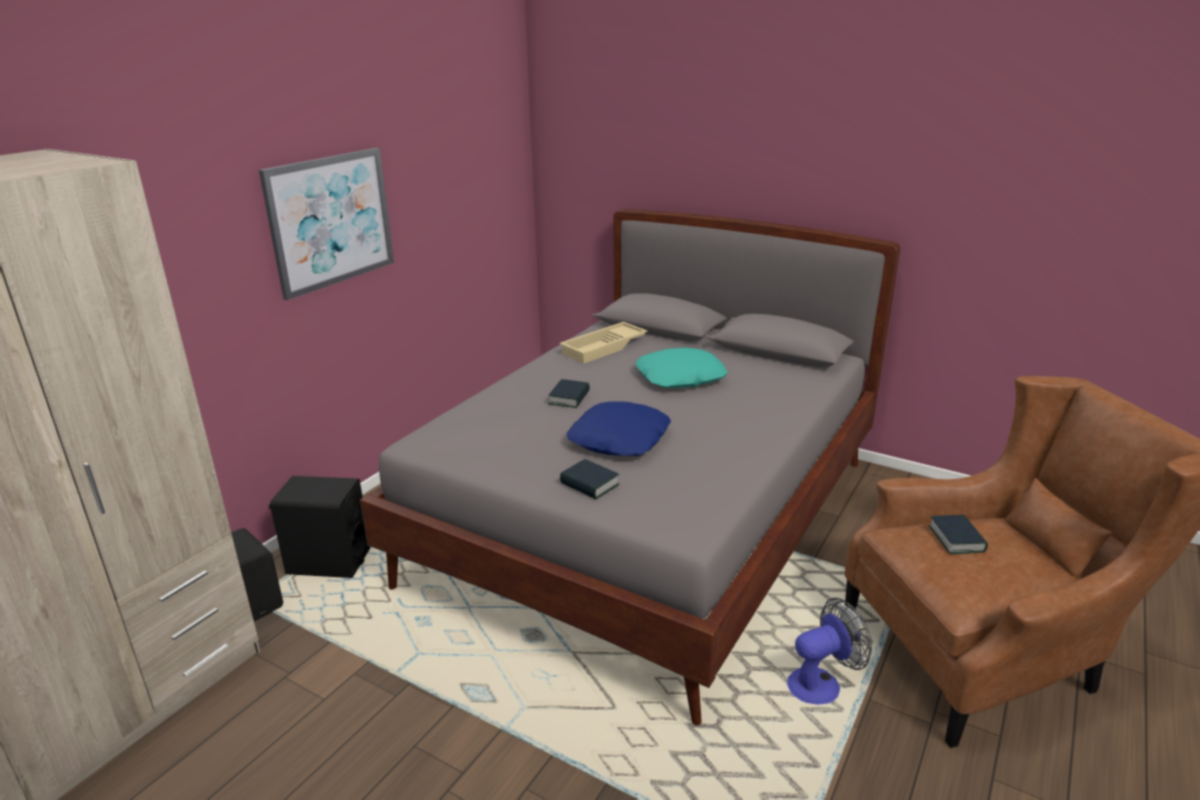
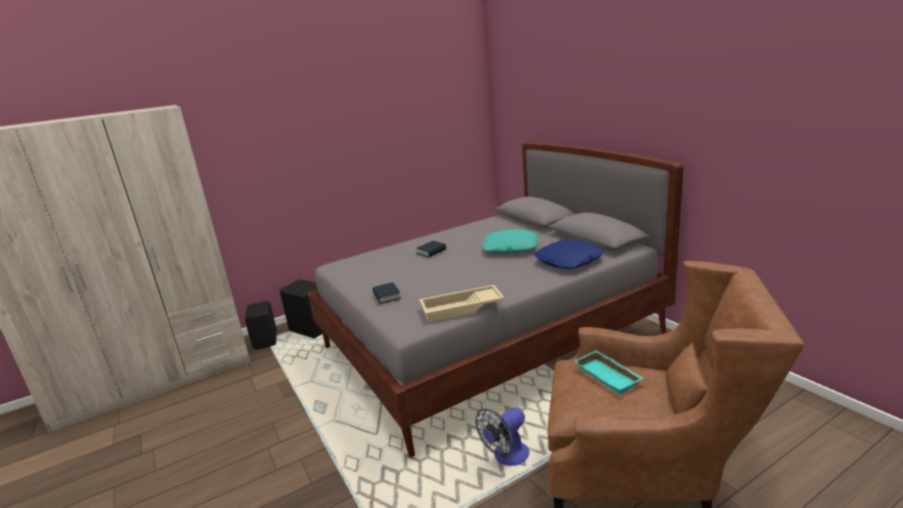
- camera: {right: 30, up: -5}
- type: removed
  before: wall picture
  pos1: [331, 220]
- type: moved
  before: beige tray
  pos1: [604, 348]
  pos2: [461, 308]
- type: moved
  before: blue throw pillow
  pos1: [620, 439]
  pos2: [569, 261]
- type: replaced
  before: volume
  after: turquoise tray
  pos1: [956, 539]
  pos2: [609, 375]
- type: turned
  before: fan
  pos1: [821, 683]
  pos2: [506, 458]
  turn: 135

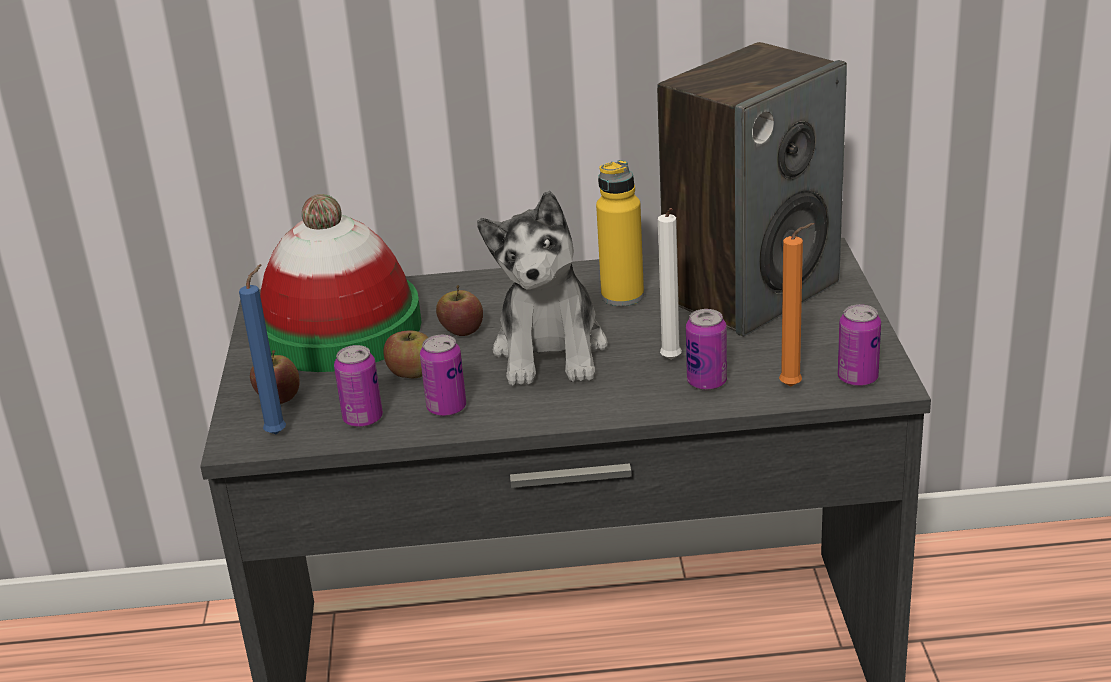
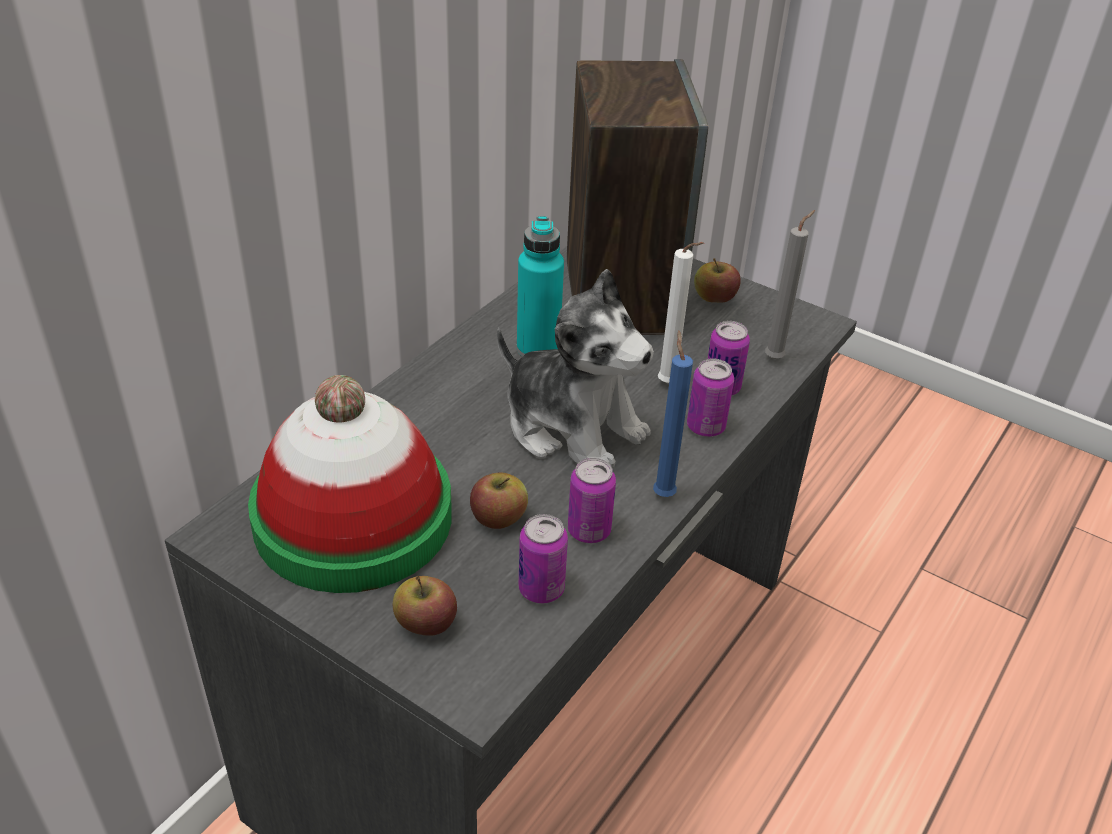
- camera: {right: -55, up: 10}
- type: moved
  before: blue wax candle
  pos1: [279, 432]
  pos2: [663, 493]
- type: moved
  before: apple
  pos1: [461, 330]
  pos2: [714, 298]
- type: moved
  before: can
  pos1: [857, 378]
  pos2: [705, 427]
- type: recoloured
  before: yellow bottle
  after: turquoise bottle
  pos1: [622, 296]
  pos2: [538, 348]
- type: recoloured
  before: orange-coloured wax candle
  after: gray wax candle
  pos1: [794, 386]
  pos2: [776, 358]

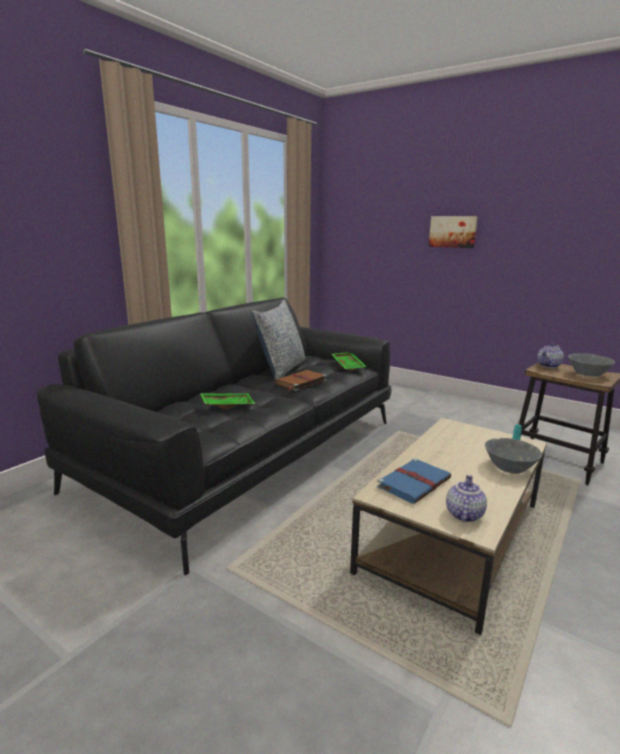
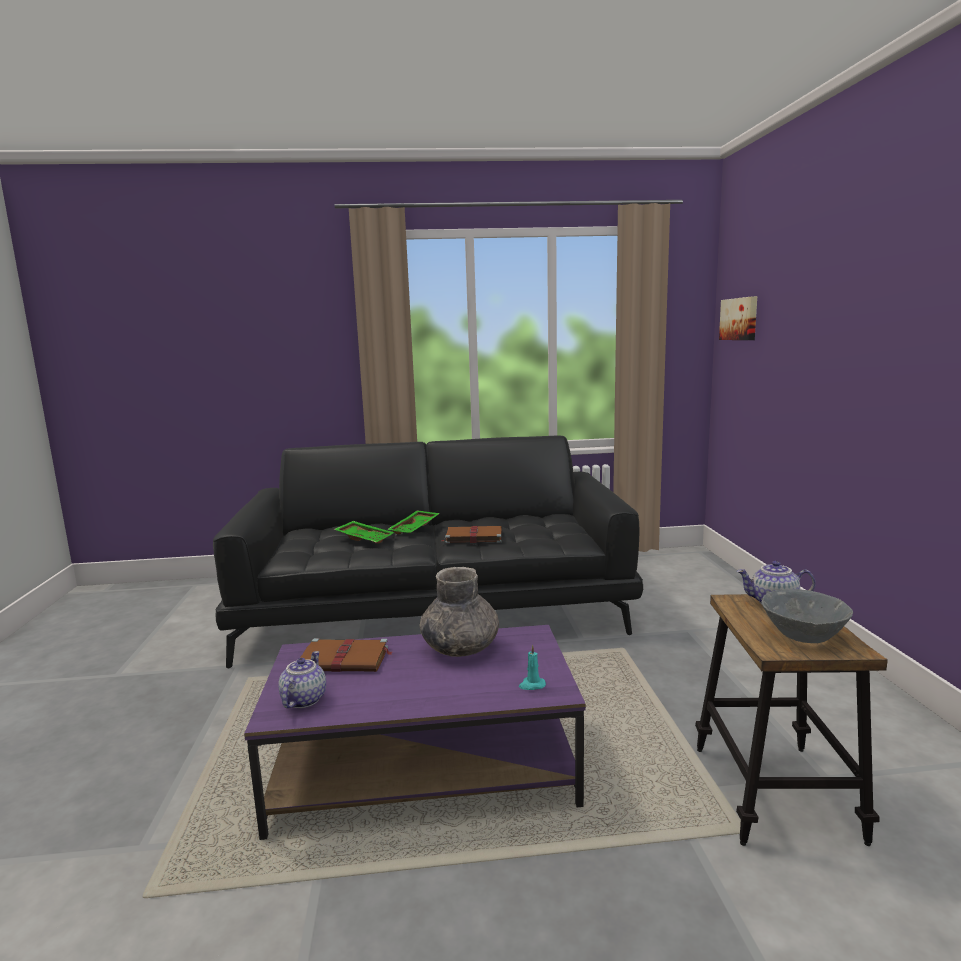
- camera: {right: 50, up: -5}
- type: removed
  before: throw pillow
  pos1: [281, 369]
- type: removed
  before: gray deep dish
  pos1: [510, 467]
- type: added
  after: gray flower vase
  pos2: [460, 647]
- type: moved
  before: green tray
  pos1: [349, 365]
  pos2: [415, 528]
- type: moved
  before: wall picture
  pos1: [453, 232]
  pos2: [740, 319]
- type: recoloured
  before: beige low table
  after: purple-coloured low table
  pos1: [452, 536]
  pos2: [426, 766]
- type: recoloured
  before: blue volume
  after: brown-coloured volume
  pos1: [414, 482]
  pos2: [345, 659]
- type: turned
  before: pot for tea
  pos1: [463, 514]
  pos2: [303, 699]
  turn: -60

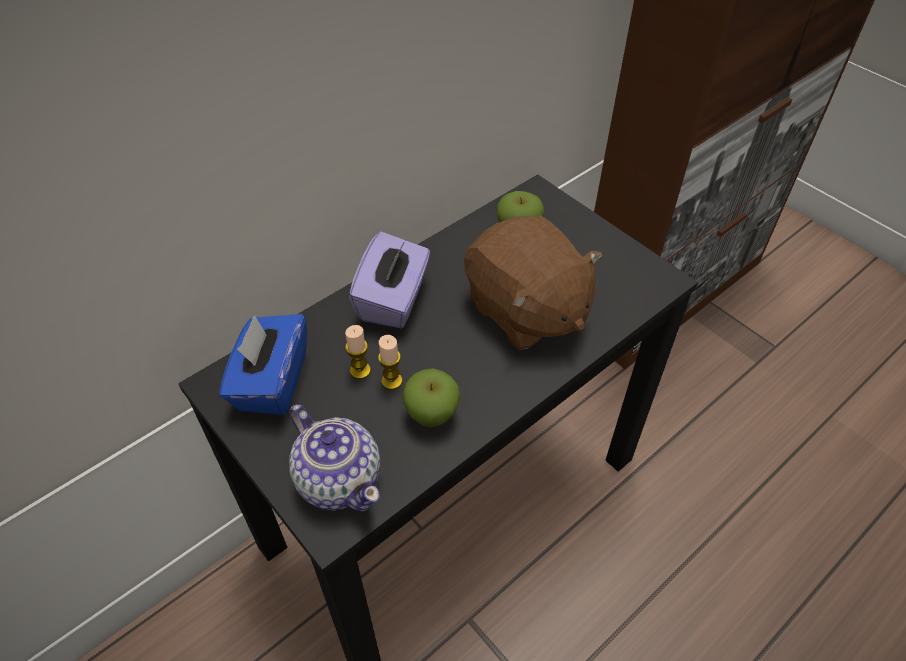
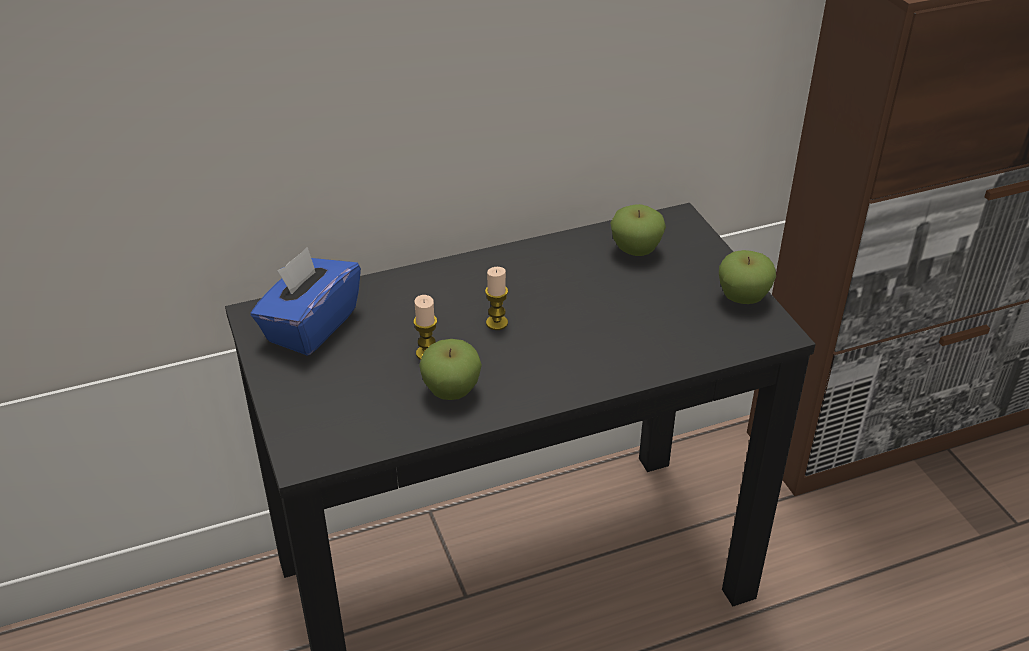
- camera: {right: 20, up: -10}
- type: removed
  before: pot for tea
  pos1: [339, 478]
- type: removed
  before: purple-coloured box of tissues
  pos1: [394, 300]
- type: removed
  before: brown-coloured cuddly toy
  pos1: [525, 311]
- type: added
  after: apple
  pos2: [742, 298]
- type: moved
  before: wax candle
  pos1: [360, 370]
  pos2: [497, 323]

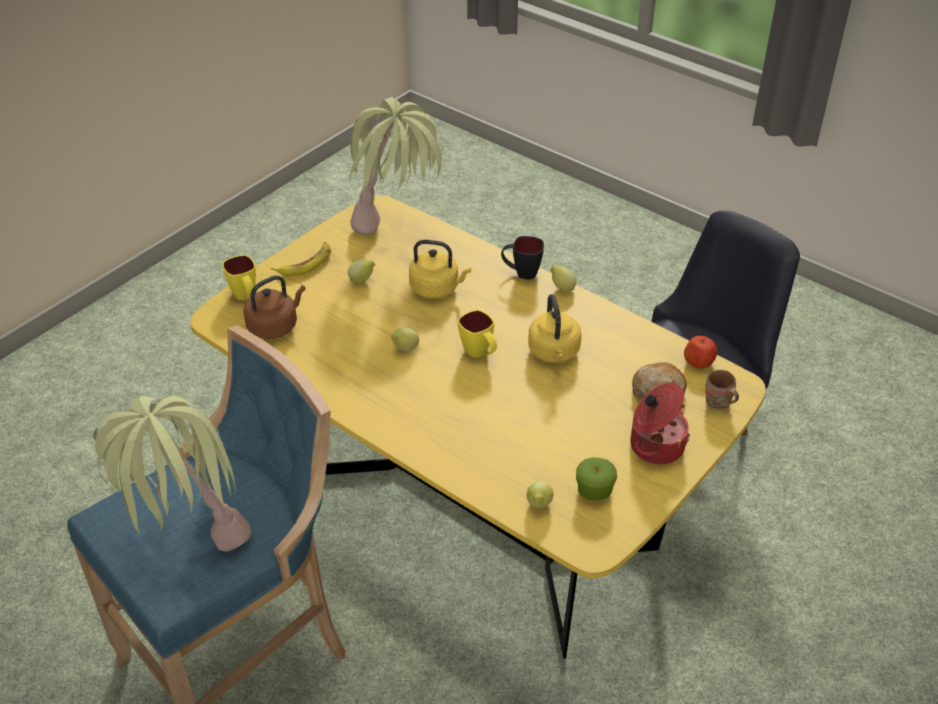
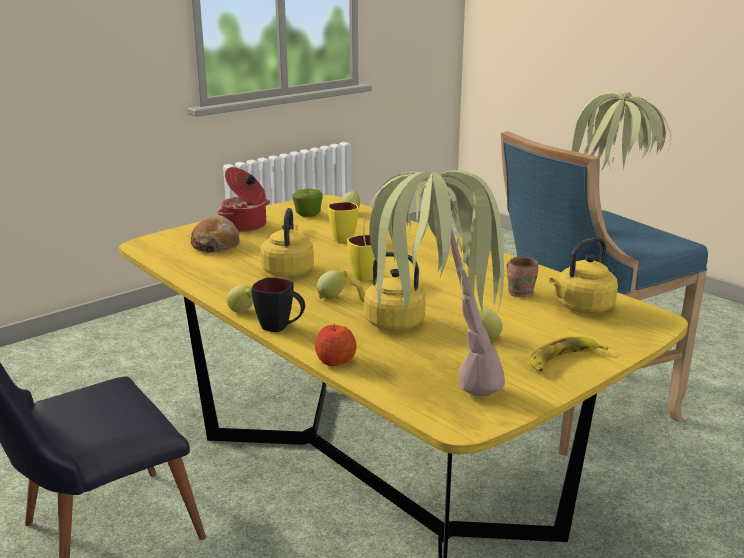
- camera: {right: -170, up: -20}
- type: moved
  before: yellow tea mug
  pos1: [245, 297]
  pos2: [341, 238]
- type: moved
  before: whole lemon
  pos1: [405, 349]
  pos2: [332, 297]
- type: moved
  before: apple
  pos1: [699, 362]
  pos2: [335, 360]
- type: moved
  before: brown-coloured tea mug
  pos1: [717, 404]
  pos2: [520, 292]
- type: recoloured
  before: brown-coloured tea kettle
  after: yellow tea kettle
  pos1: [275, 326]
  pos2: [581, 308]

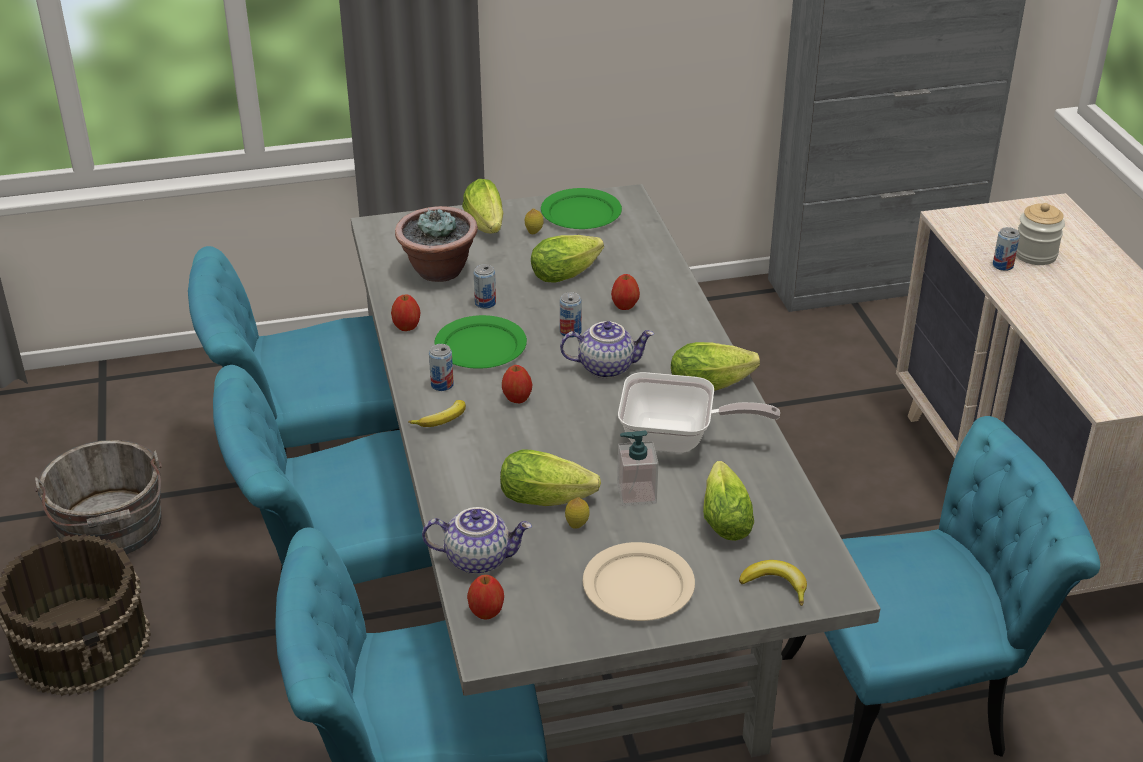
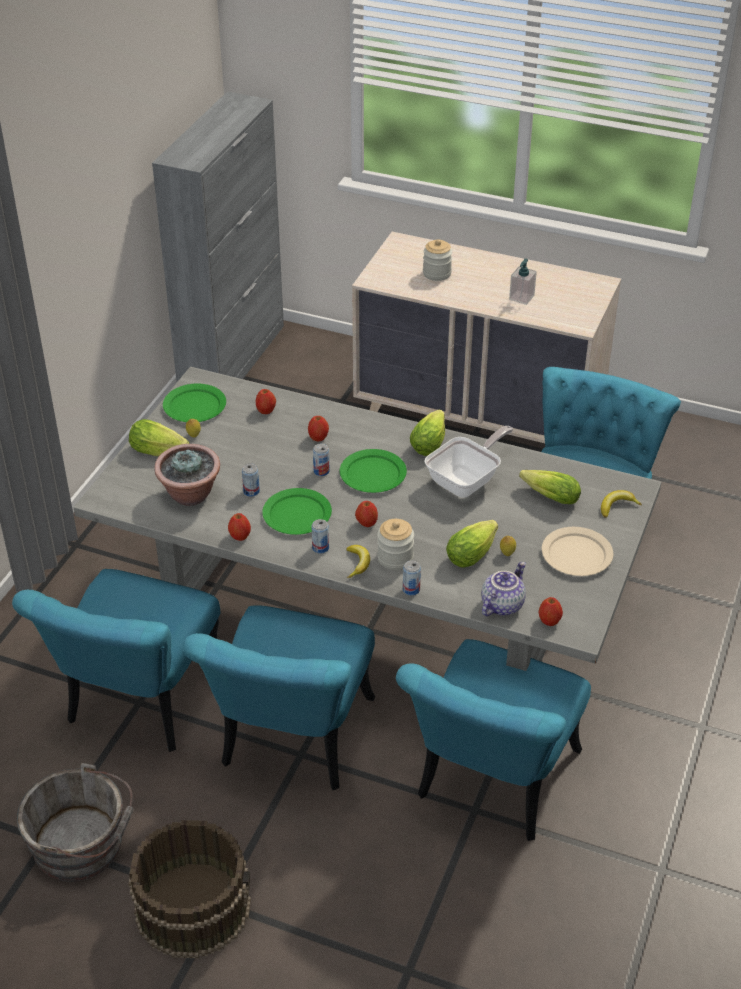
- camera: {right: -55, up: 5}
- type: removed
  before: lettuce
  pos1: [569, 272]
- type: added
  after: apple
  pos2: [266, 411]
- type: added
  after: storage jar
  pos2: [395, 558]
- type: moved
  before: soap bottle
  pos1: [636, 493]
  pos2: [521, 297]
- type: moved
  before: can
  pos1: [1002, 265]
  pos2: [411, 589]
- type: replaced
  before: pot for tea
  after: green plate
  pos1: [606, 367]
  pos2: [372, 474]

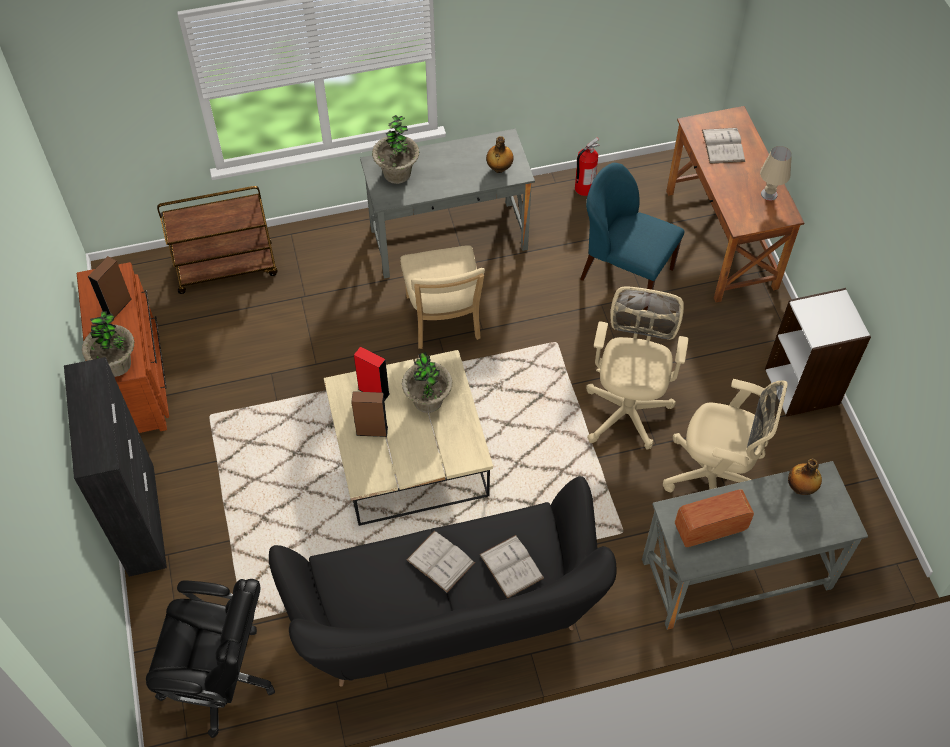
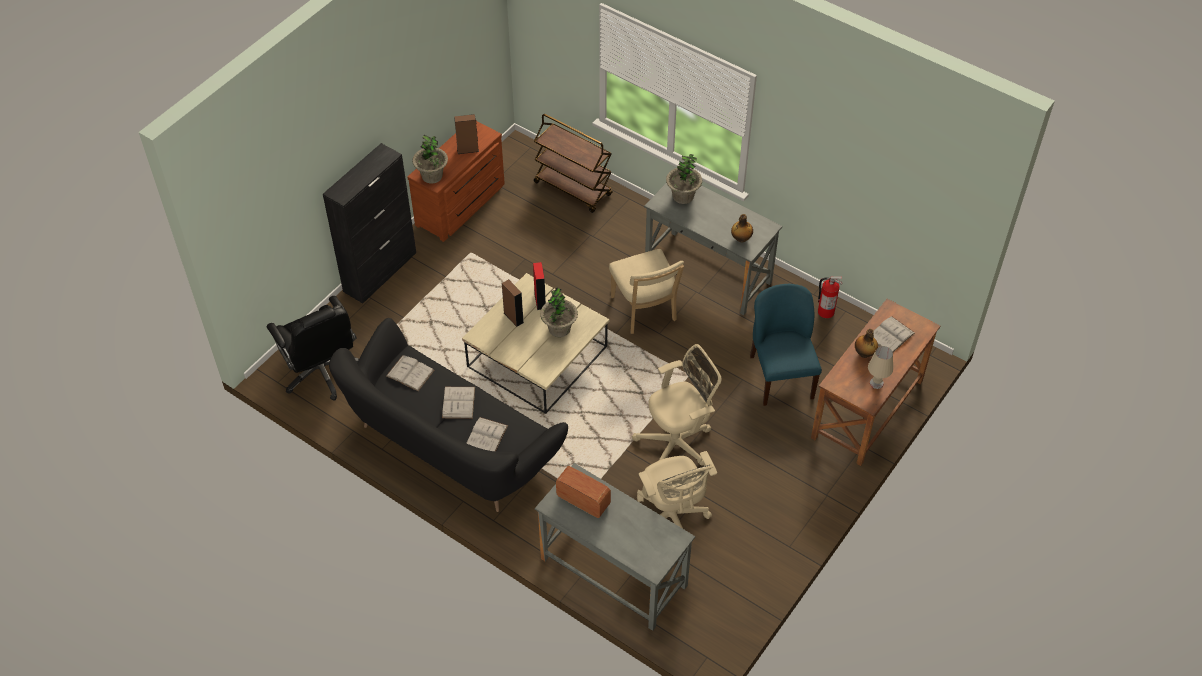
- camera: {right: 50, up: -5}
- type: removed
  before: white-coloured bookshelf
  pos1: [803, 386]
- type: added
  after: white-coloured volume
  pos2: [410, 373]
- type: moved
  before: bottle
  pos1: [801, 488]
  pos2: [864, 354]
- type: turned
  before: beige plain chair
  pos1: [444, 321]
  pos2: [644, 311]
  turn: -60

